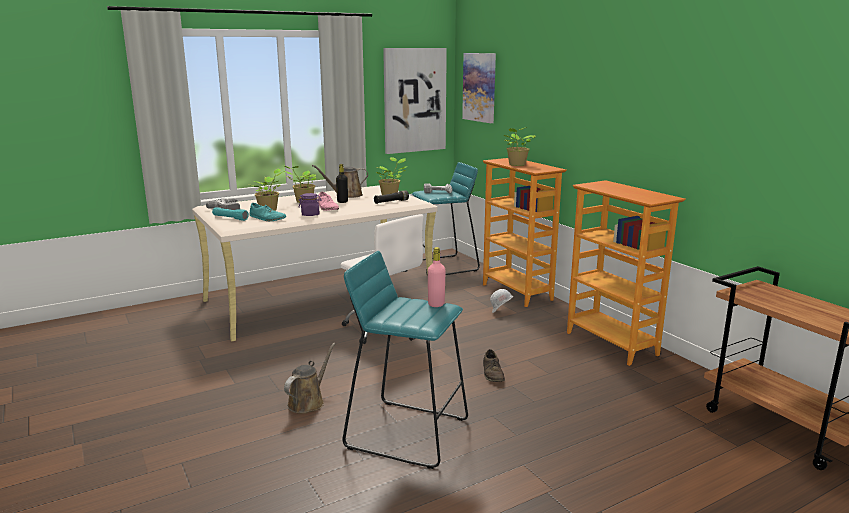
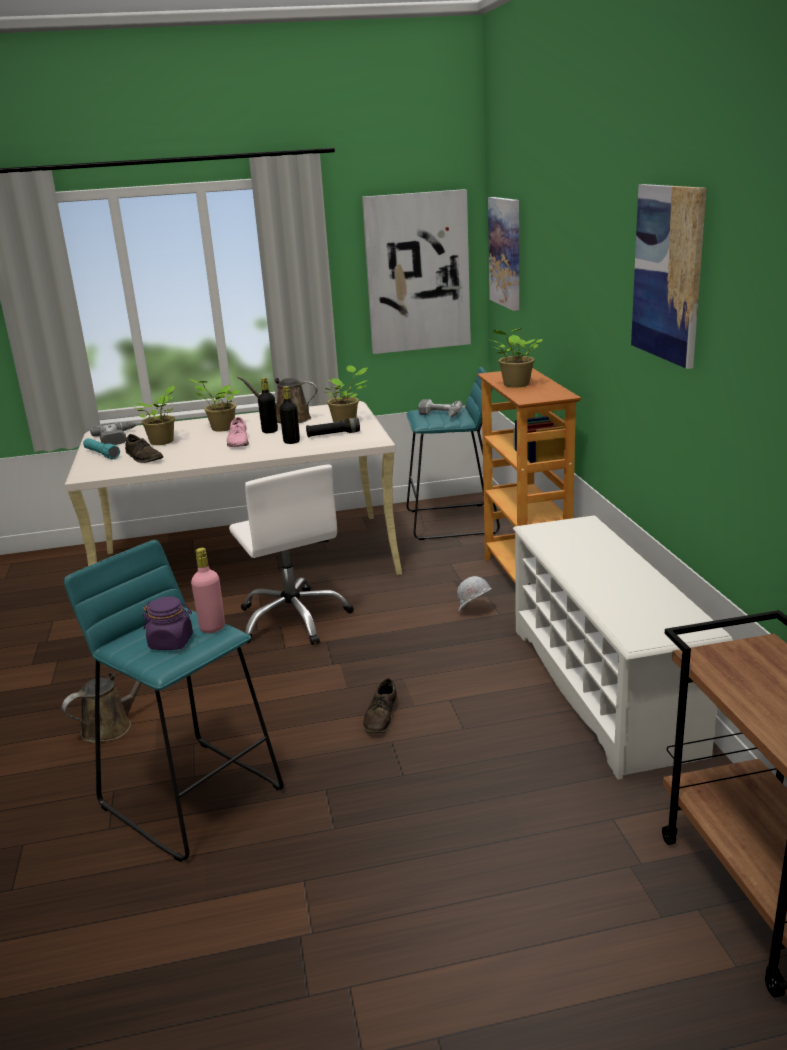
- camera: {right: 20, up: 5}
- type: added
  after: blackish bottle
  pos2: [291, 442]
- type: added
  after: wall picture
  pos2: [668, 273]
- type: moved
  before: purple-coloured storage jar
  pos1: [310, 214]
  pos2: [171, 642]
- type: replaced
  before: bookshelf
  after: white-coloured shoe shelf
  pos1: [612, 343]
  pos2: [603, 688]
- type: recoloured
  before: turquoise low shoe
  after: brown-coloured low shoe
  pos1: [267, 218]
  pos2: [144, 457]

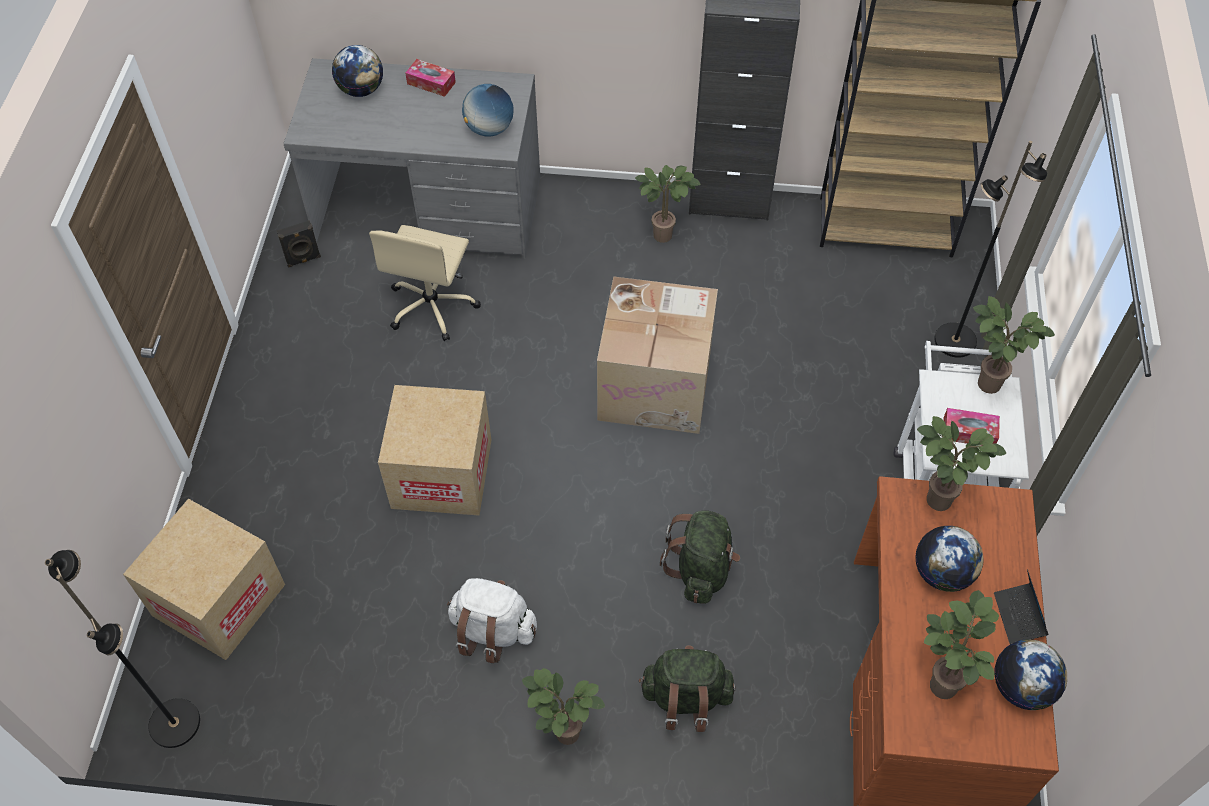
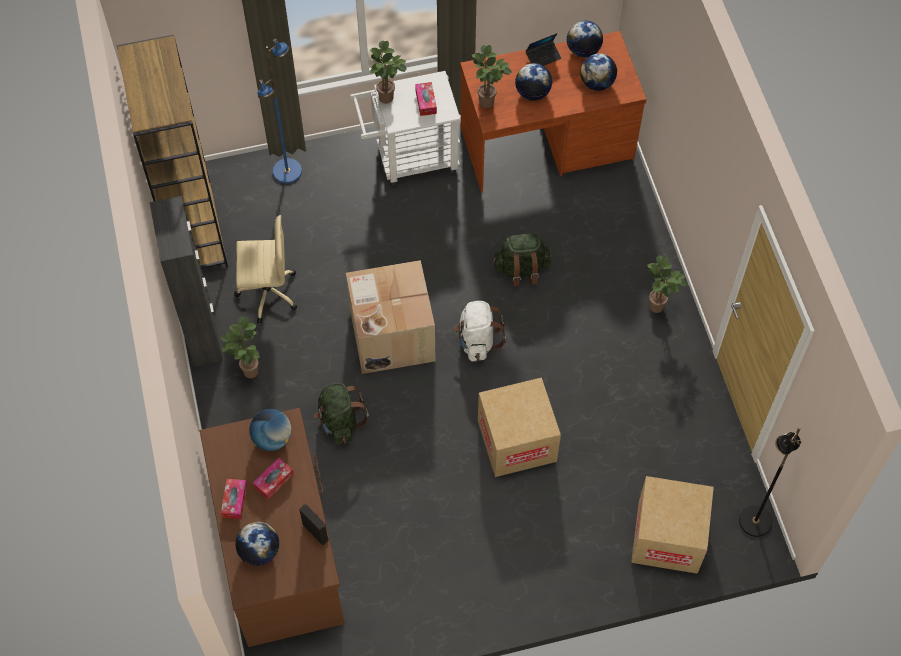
- camera: {right: -110, up: 5}
- type: added
  after: box of tissues
  pos2: [274, 481]
- type: moved
  before: blackish audio speaker
  pos1: [303, 260]
  pos2: [316, 532]
- type: moved
  before: beige desk chair
  pos1: [433, 306]
  pos2: [267, 292]
- type: moved
  before: white-coloured rucksack
  pos1: [492, 631]
  pos2: [477, 341]
- type: moved
  before: green rucksack
  pos1: [685, 698]
  pos2: [340, 422]
- type: replaced
  before: houseplant
  after: globe
  pos1: [940, 681]
  pos2: [596, 83]
- type: recoloured
  before: gray desk unit
  after: brown-coloured desk unit
  pos1: [429, 210]
  pos2: [280, 549]
- type: recoloured
  before: blackish standard lamp
  after: blue standard lamp
  pos1: [954, 341]
  pos2: [288, 171]

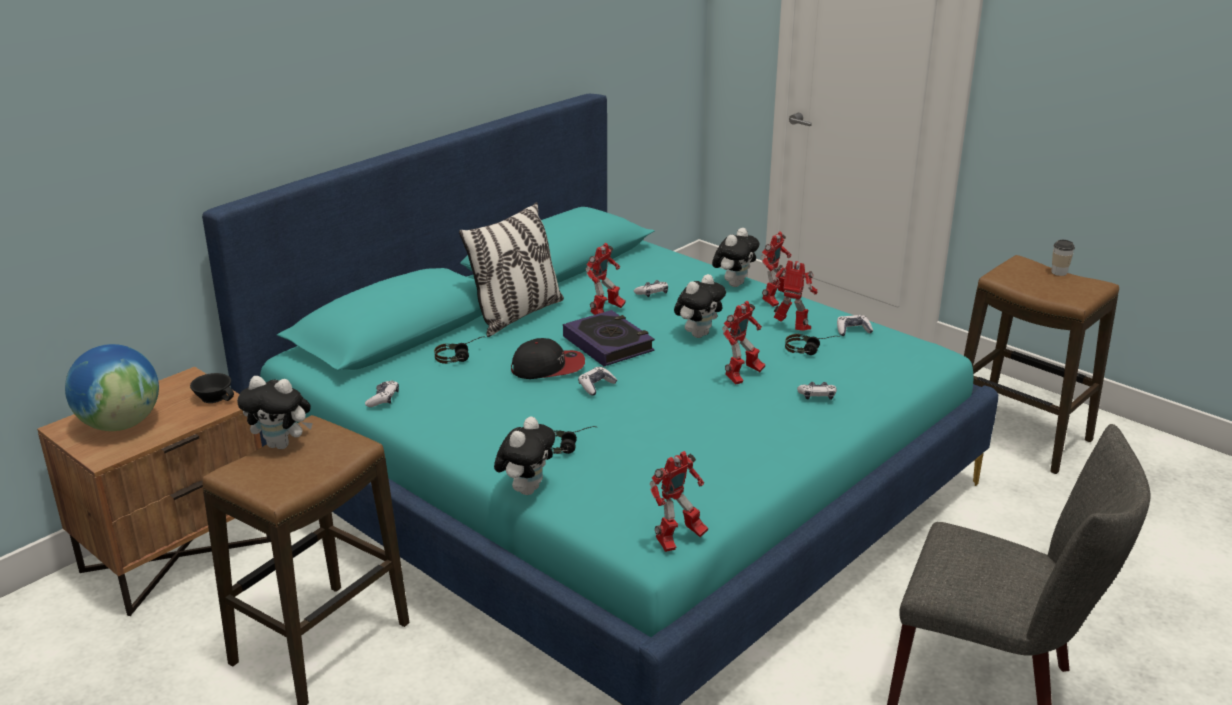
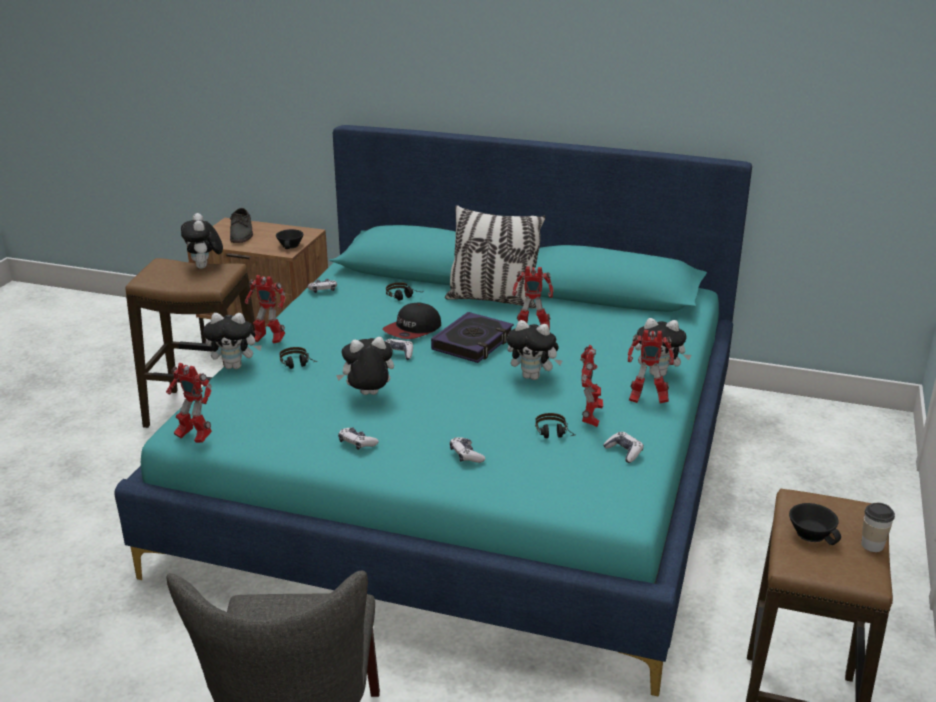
- camera: {right: 65, up: 0}
- type: added
  after: cuddly toy
  pos2: [368, 395]
- type: added
  after: blackish small cup
  pos2: [813, 533]
- type: moved
  before: joypad
  pos1: [652, 293]
  pos2: [357, 443]
- type: moved
  before: robot figure
  pos1: [742, 377]
  pos2: [268, 340]
- type: replaced
  before: globe
  after: gray low shoe
  pos1: [120, 424]
  pos2: [242, 233]
- type: turned
  before: baseball cap
  pos1: [548, 367]
  pos2: [413, 330]
  turn: 75

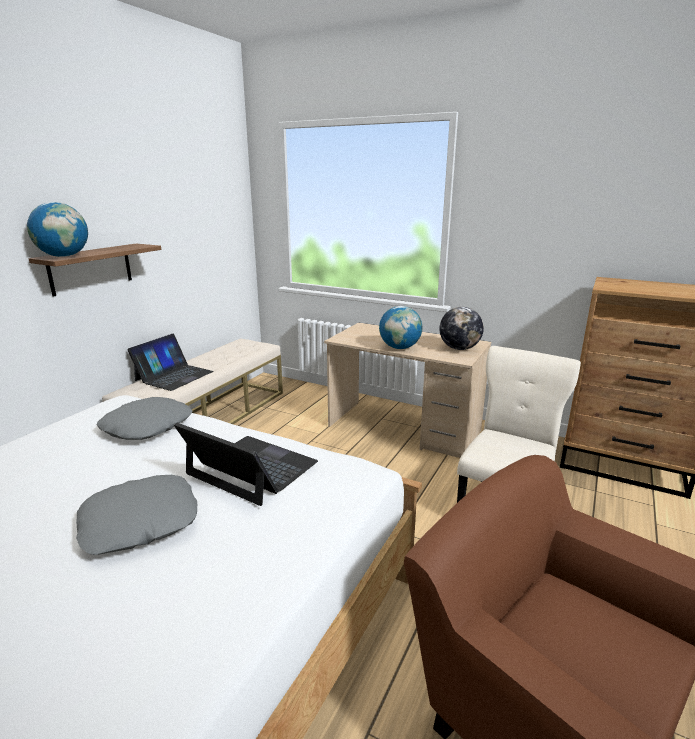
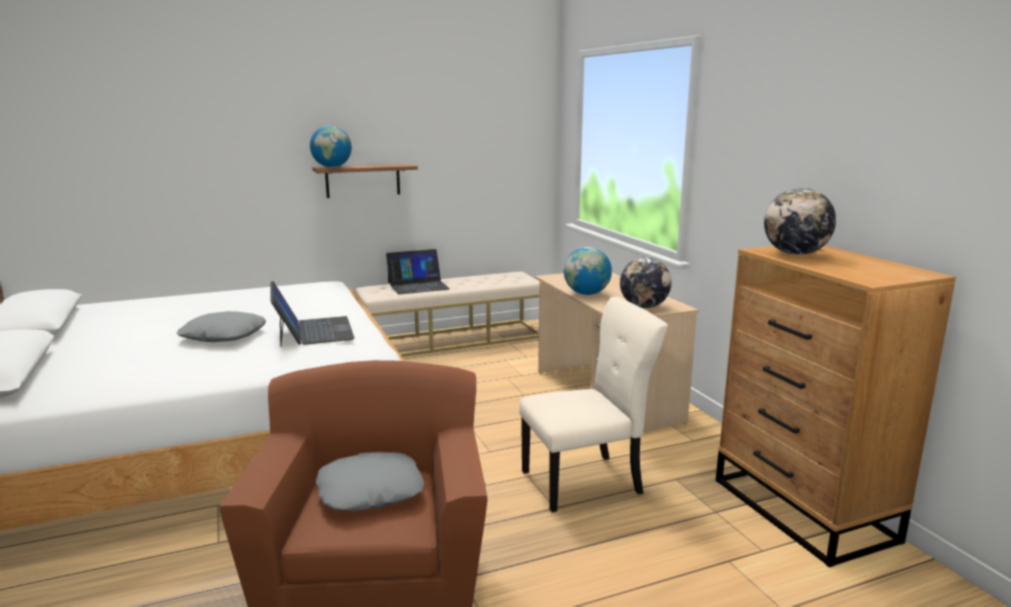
- camera: {right: 40, up: -5}
- type: added
  after: globe
  pos2: [795, 254]
- type: moved
  before: gray throw pillow
  pos1: [147, 426]
  pos2: [370, 491]

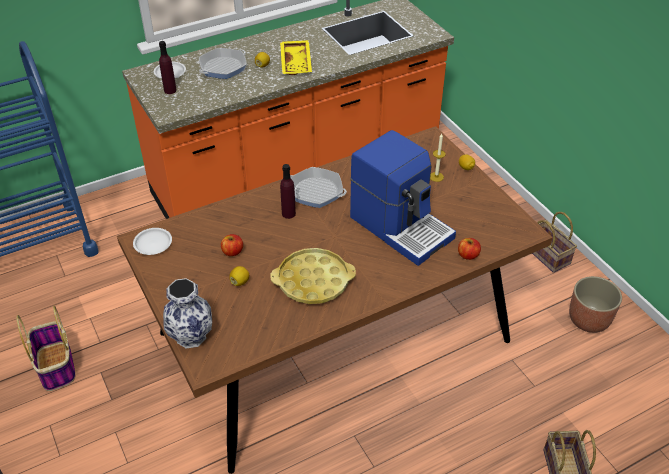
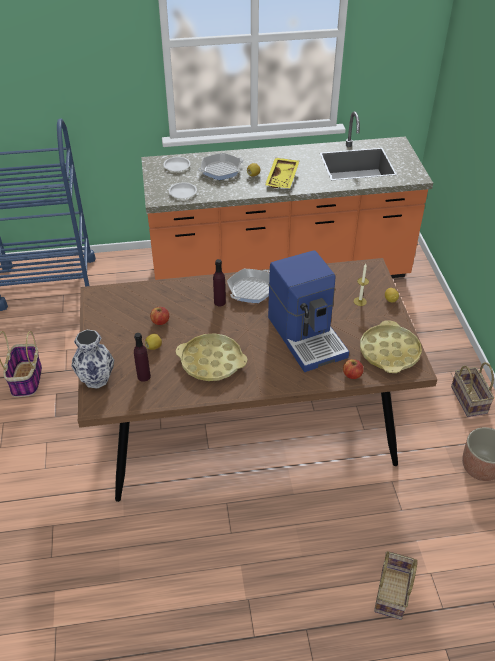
- camera: {right: 20, up: 0}
- type: added
  after: yellow tray
  pos2: [389, 352]
- type: moved
  before: white-coloured plate
  pos1: [153, 243]
  pos2: [183, 192]
- type: moved
  before: purple-coloured bottle
  pos1: [170, 90]
  pos2: [144, 376]
- type: turned
  before: pan
  pos1: [316, 191]
  pos2: [251, 289]
  turn: 90

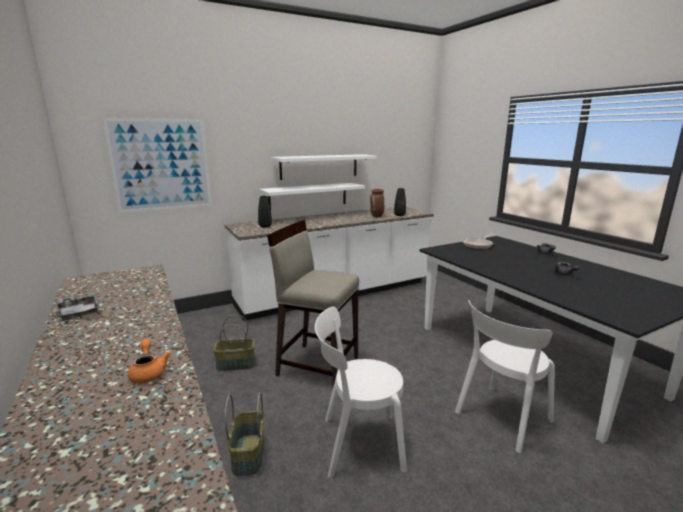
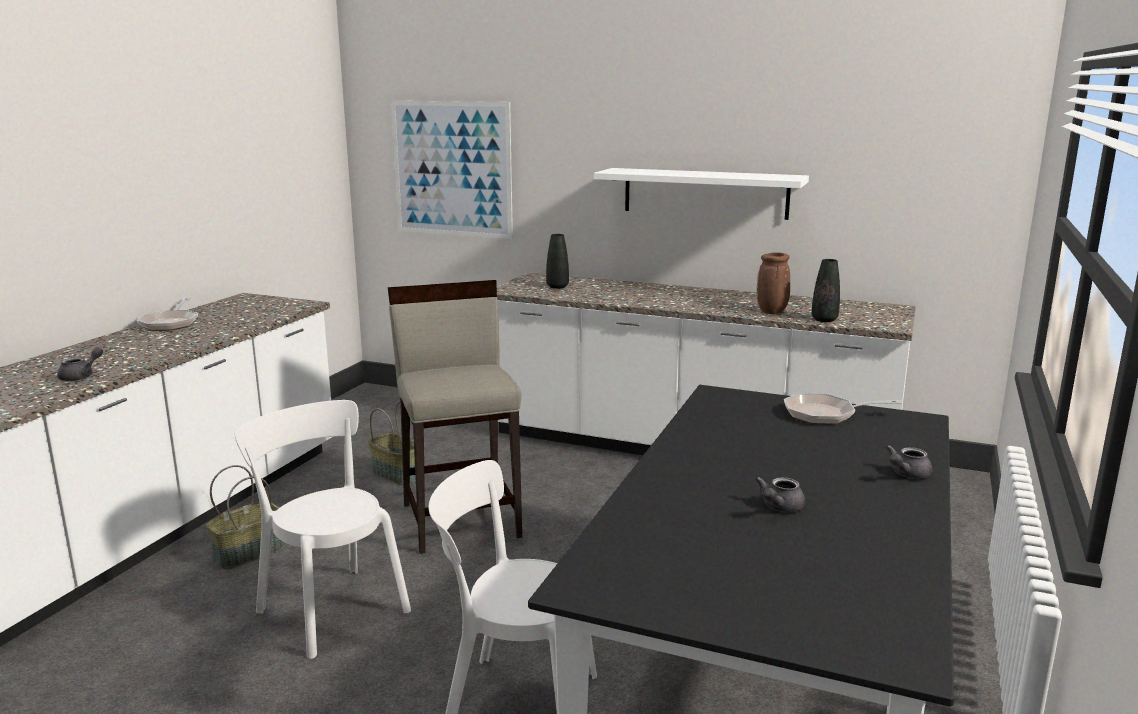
- camera: {right: 50, up: 0}
- type: removed
  before: white-coloured shelf
  pos1: [308, 196]
- type: replaced
  before: gray tray
  after: pan
  pos1: [79, 312]
  pos2: [171, 323]
- type: recoloured
  before: orange-coloured pot for tea
  after: gray pot for tea
  pos1: [149, 372]
  pos2: [81, 376]

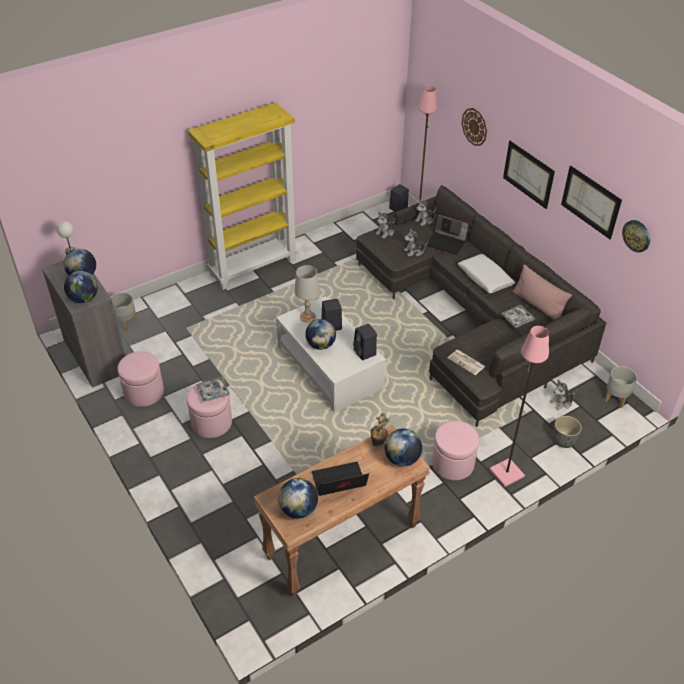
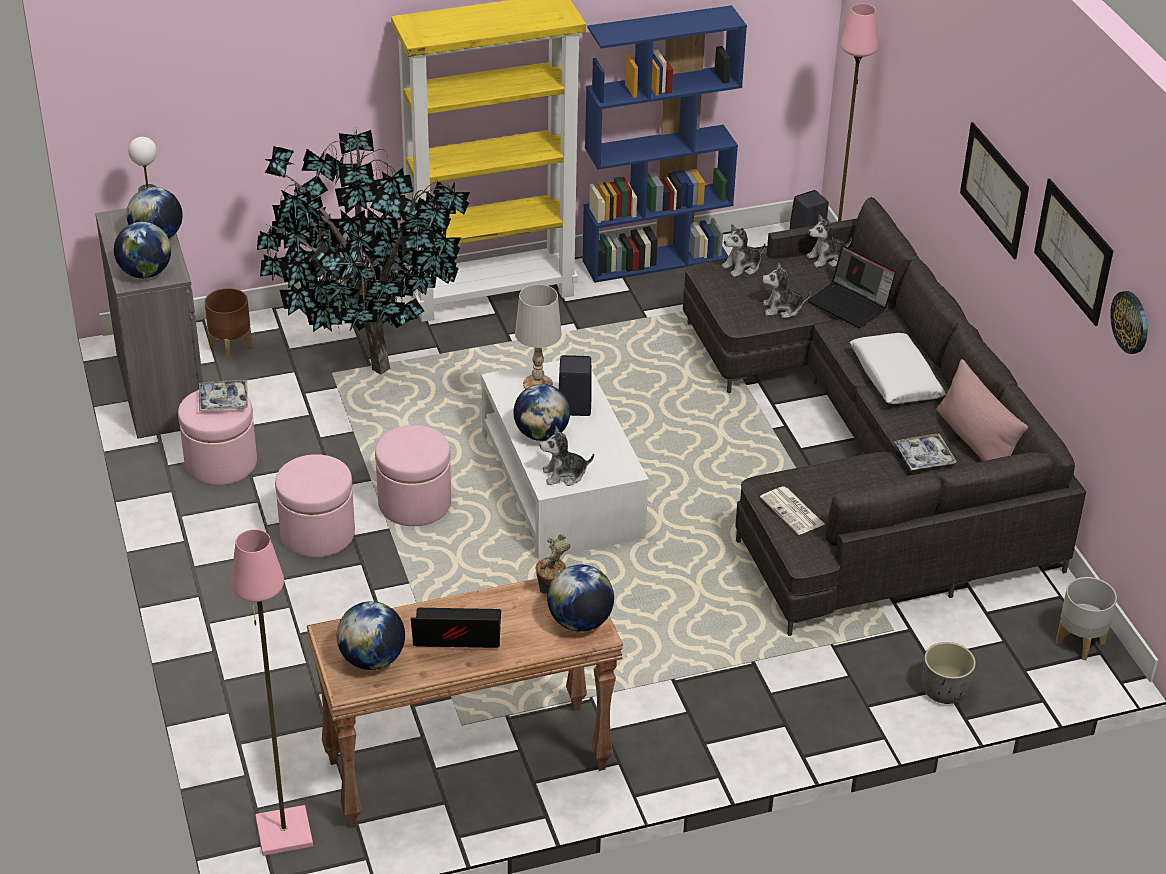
- camera: {right: 15, up: -5}
- type: removed
  before: blackish audio speaker
  pos1: [365, 353]
- type: removed
  before: clock on the wall
  pos1: [474, 126]
- type: added
  after: houseplant
  pos2: [370, 378]
- type: added
  after: blue bookshelf
  pos2: [656, 259]
- type: moved
  before: tray
  pos1: [213, 392]
  pos2: [223, 400]
- type: moved
  before: pink-coloured ottoman
  pos1: [452, 463]
  pos2: [414, 503]
- type: moved
  before: pink-coloured standard lamp
  pos1: [506, 474]
  pos2: [283, 833]
- type: moved
  before: cuddly toy
  pos1: [561, 402]
  pos2: [564, 475]
- type: recoloured
  before: gray plant pot
  after: brown-coloured plant pot
  pos1: [125, 323]
  pos2: [230, 347]

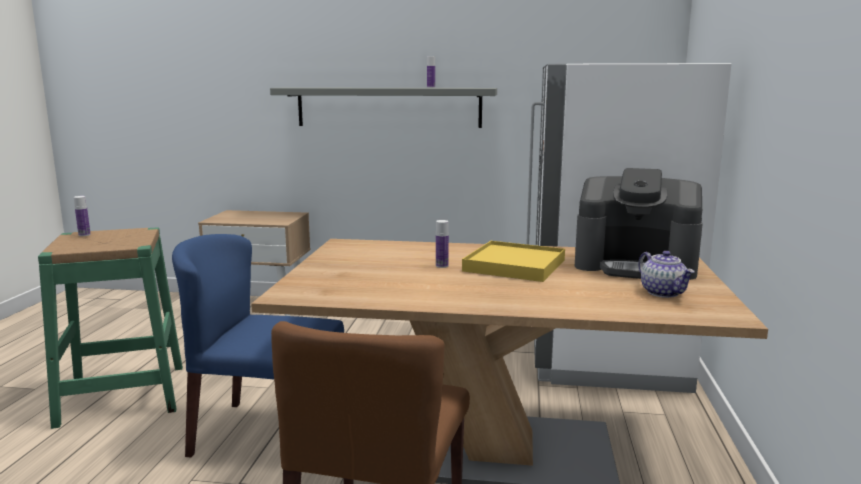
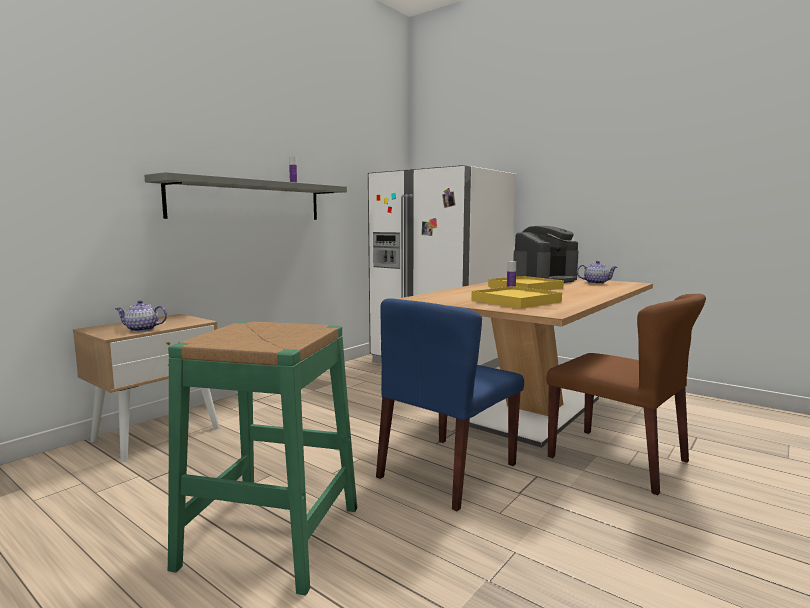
- camera: {right: -60, up: -5}
- type: removed
  before: bottle
  pos1: [84, 235]
- type: added
  after: pot for tea
  pos2: [141, 329]
- type: added
  after: yellow tray
  pos2: [515, 301]

